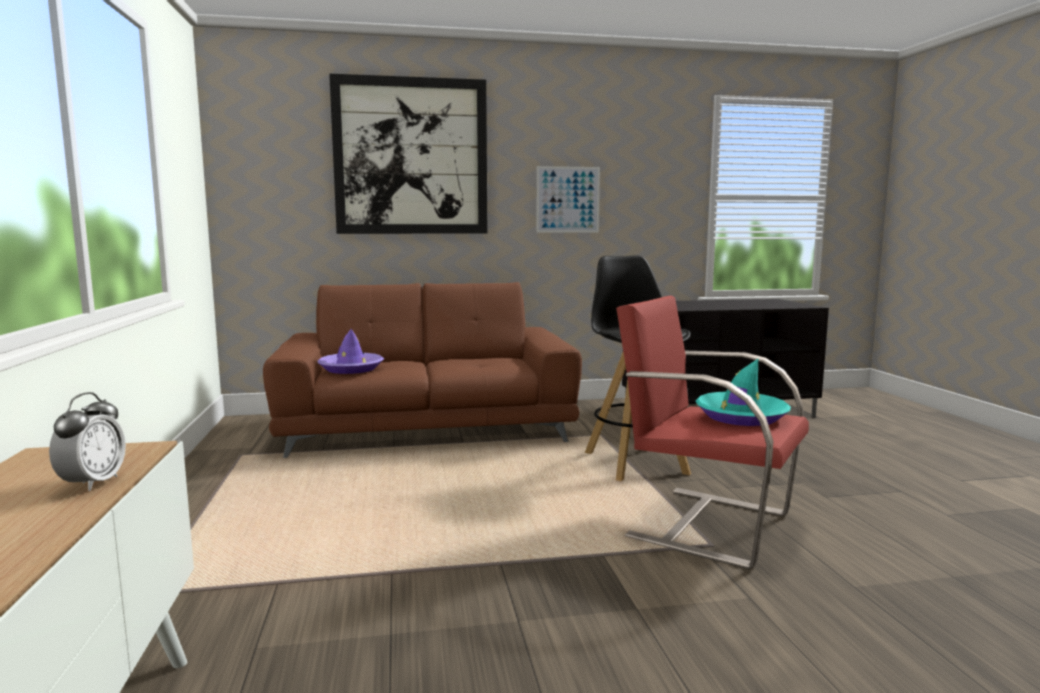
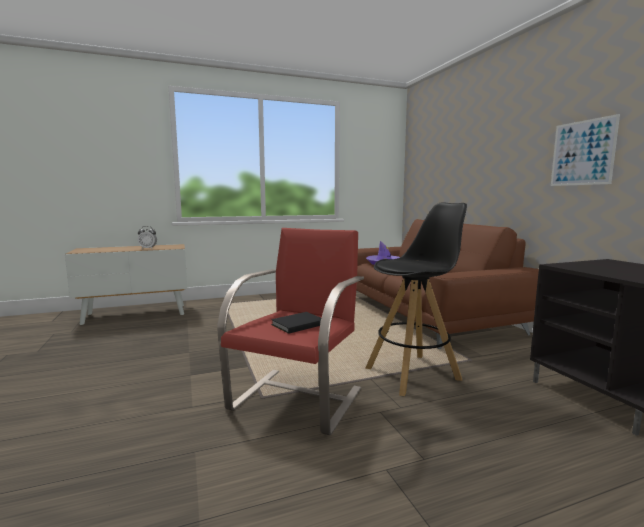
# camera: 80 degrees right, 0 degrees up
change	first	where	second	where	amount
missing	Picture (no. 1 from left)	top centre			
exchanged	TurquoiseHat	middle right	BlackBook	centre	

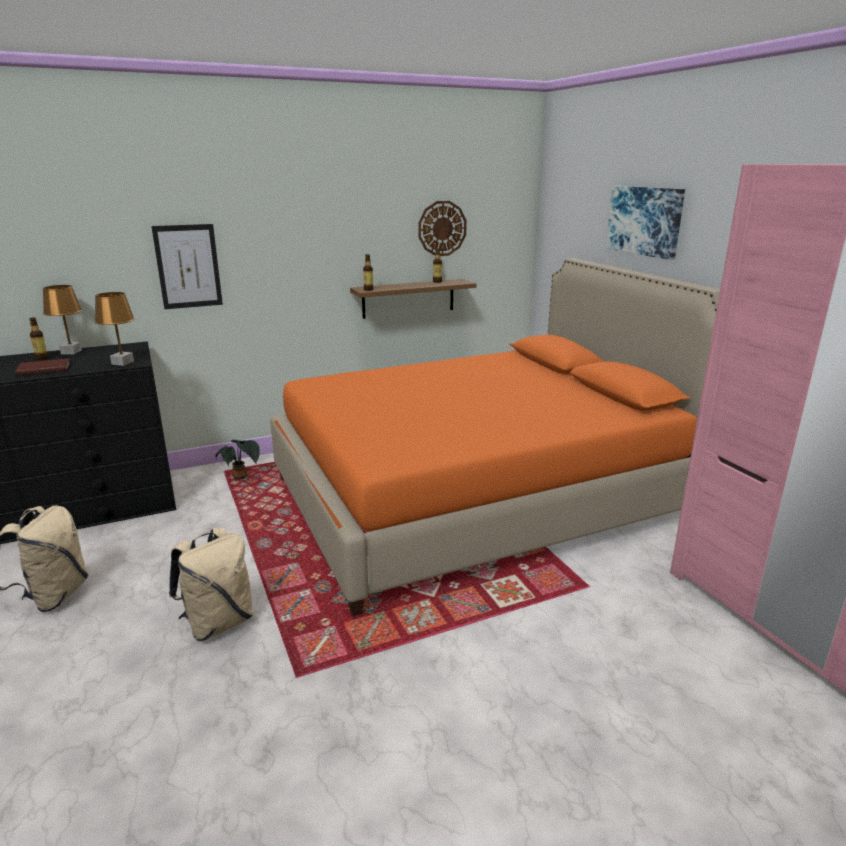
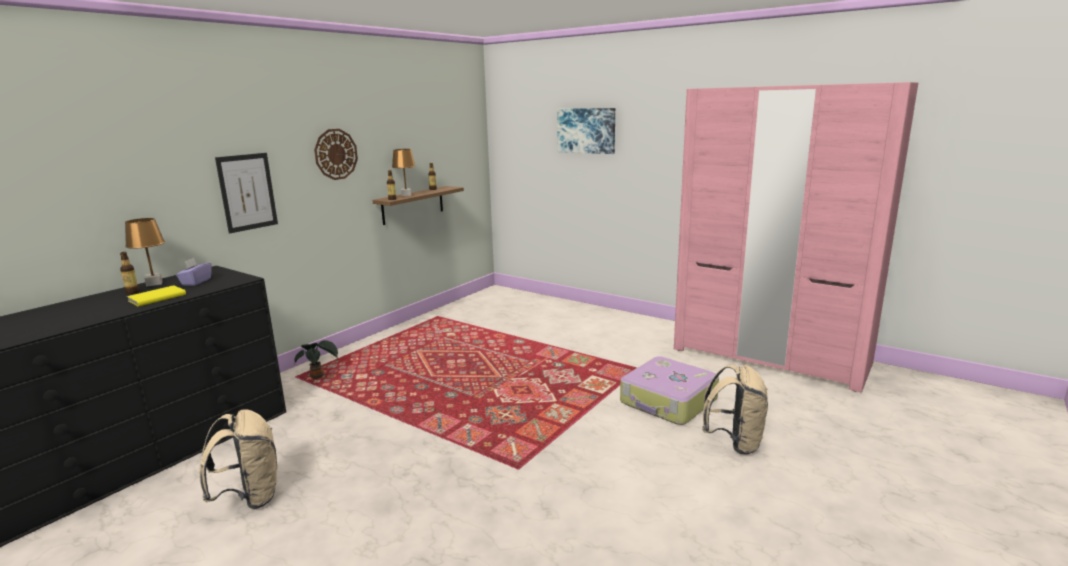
# camera: 30 degrees left, 5 degrees down
change	first	where	second	where	amount
missing	OrangeBed	centre			
appeared			PurpleTissueBox	middle left	
appeared			Suitcase	bottom centre	
relocated	BrownTableLamp (no. 2 from left)	middle left		top centre	
relocated	BeigeBackpack (no. 2 from left)	bottom left		bottom right	
relocated	WallClock	top centre		top left	
colour	BrownBook	middle left	YellowBook	middle left	

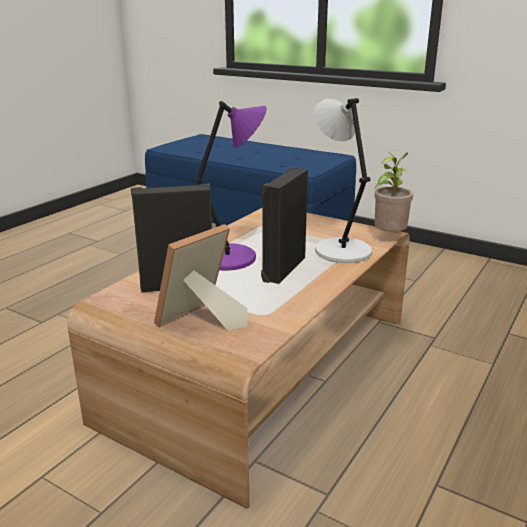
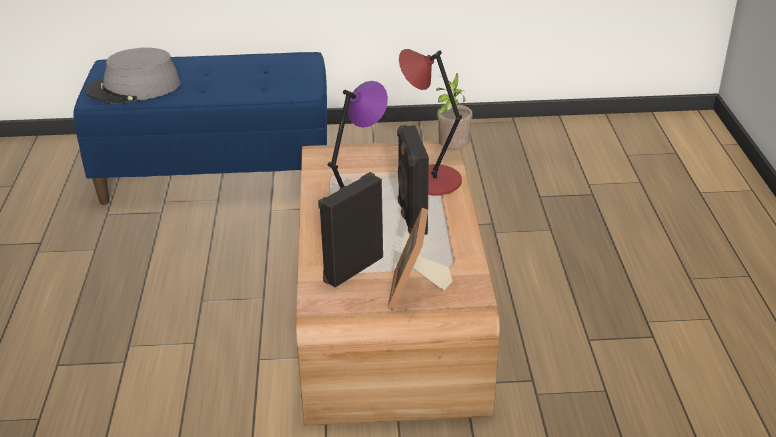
# camera: 35 degrees left, 10 degrees up
change	first	where	second	where	amount
appeared			GreyHat	top left	
colour	GreyTableLamp	centre	RedTableLamp	top centre	

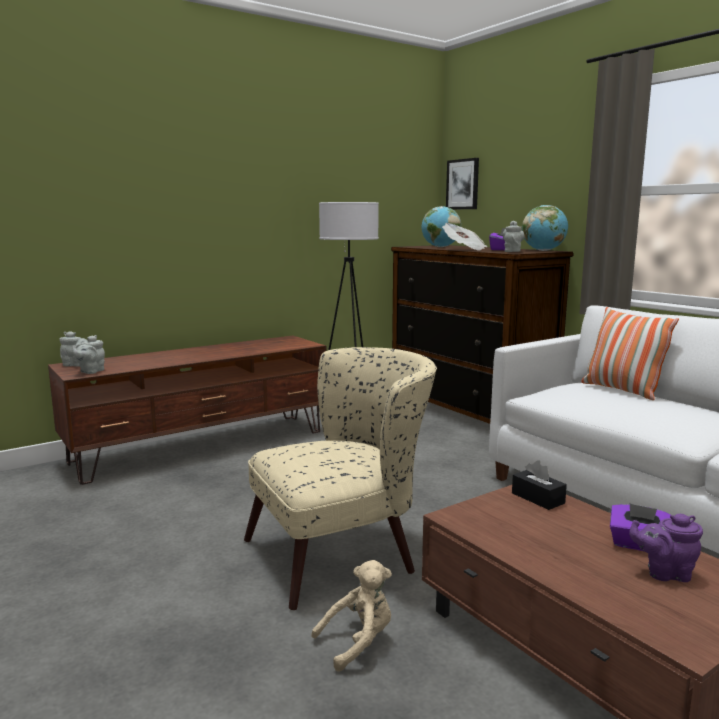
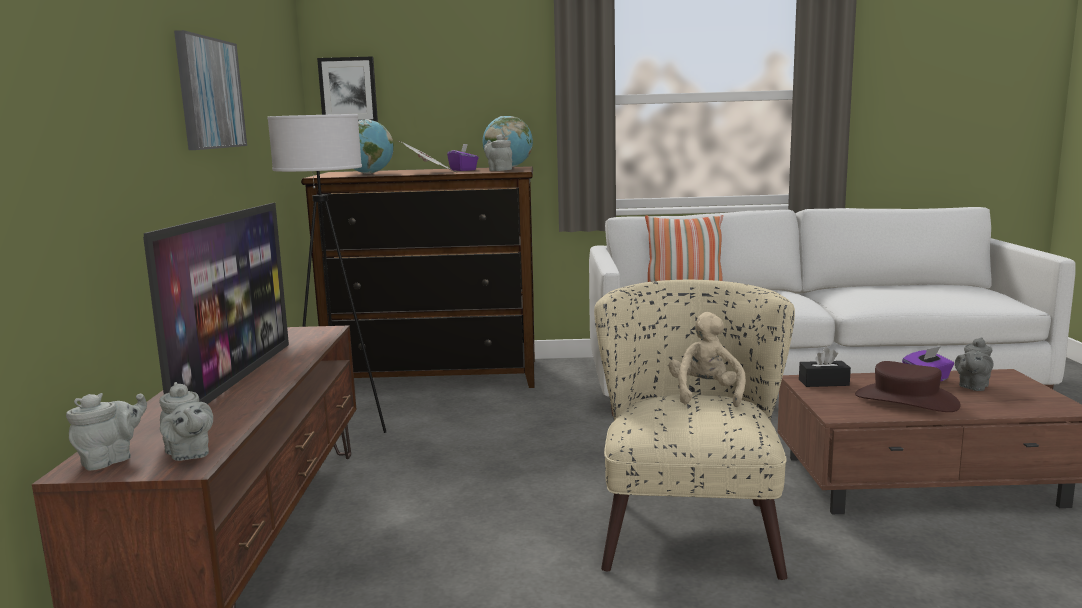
# camera: 55 degrees left, 0 degrees up
change	first	where	second	where	amount
appeared			Television	middle left	
appeared			Picture (no. 1 from left)	top left	
appeared			BrownHat	middle right	
relocated	BeigePlushToy	bottom centre		centre	
colour	PurpleTeapot	bottom right	GreyTeapot (no. 4 from left)	middle right	

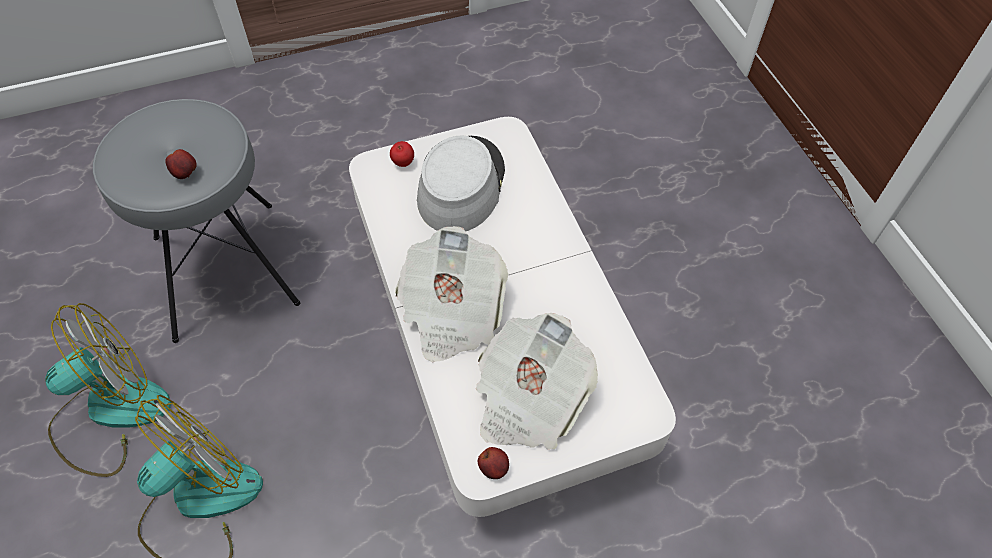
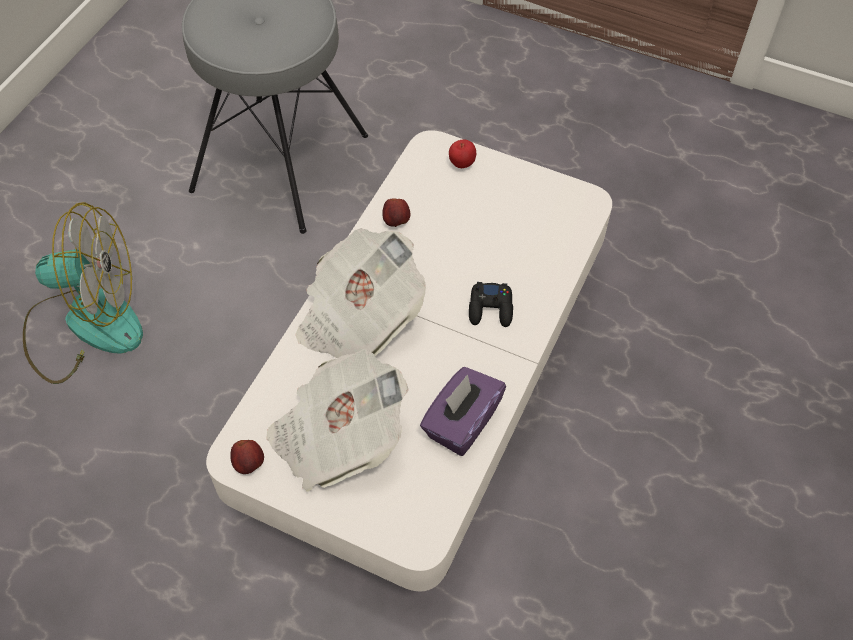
# camera: 45 degrees right, 0 degrees up
change	first	where	second	where	amount
missing	Fan (no. 1 from left)	bottom left			
missing	GreyHat	top centre			
appeared			PurpleTissueBox	centre	
appeared			BlackGameController	centre	
relocated	Apple (no. 1 from left in the first image)	top left	Apple (no. 2 from left)	top centre	

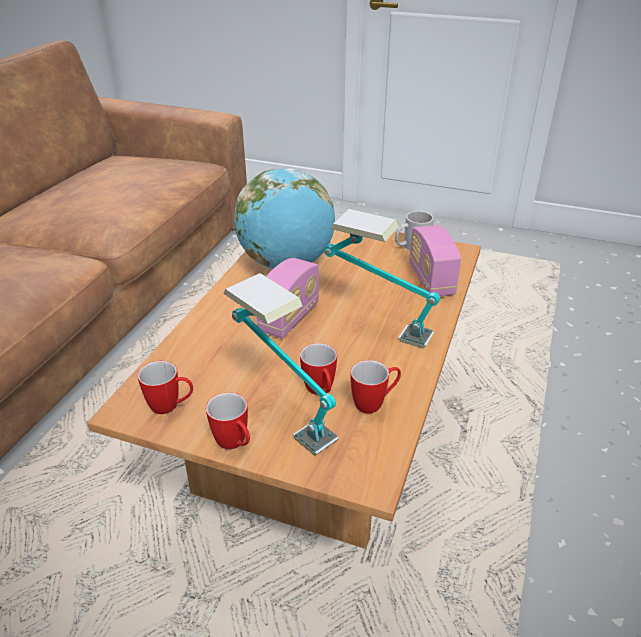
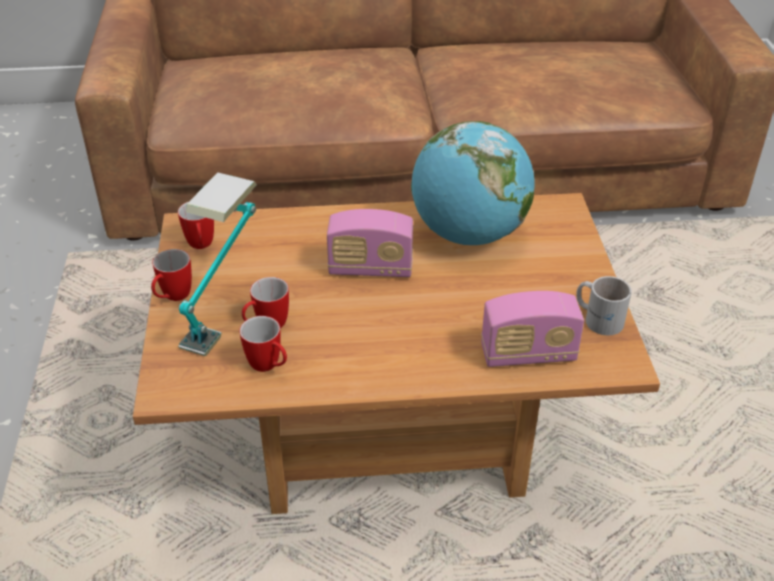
# camera: 65 degrees right, 5 degrees up
change	first	where	second	where	amount
missing	TableLamp (no. 2 from left)	centre			
spun	Radio (no. 2 from left)	middle right		middle right	150 degrees counterclockwise

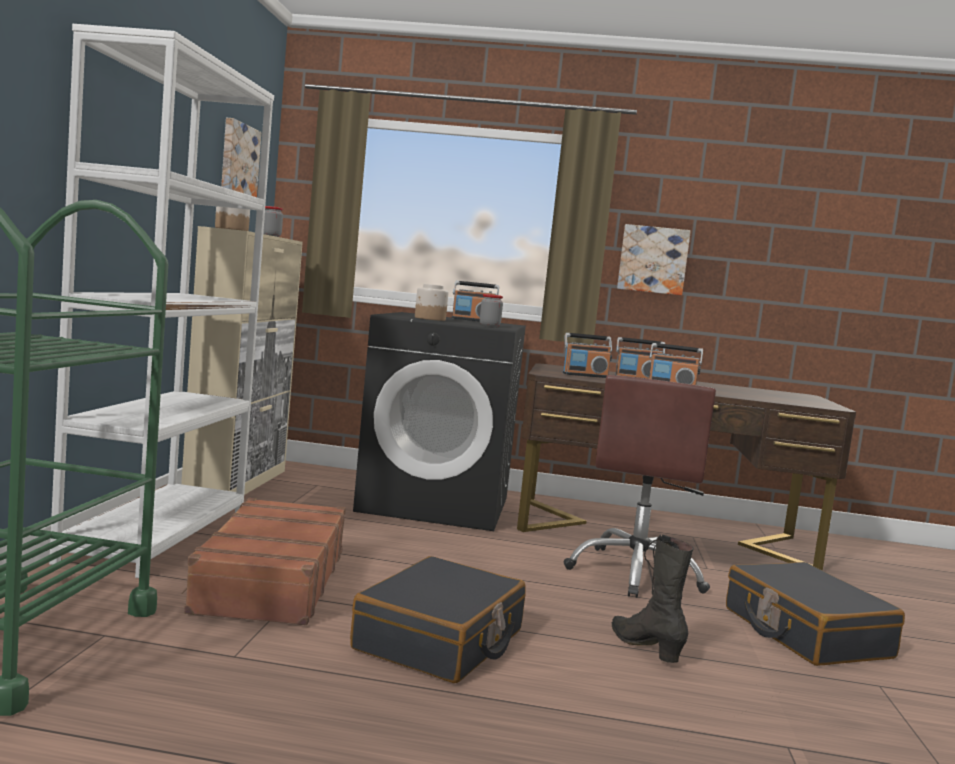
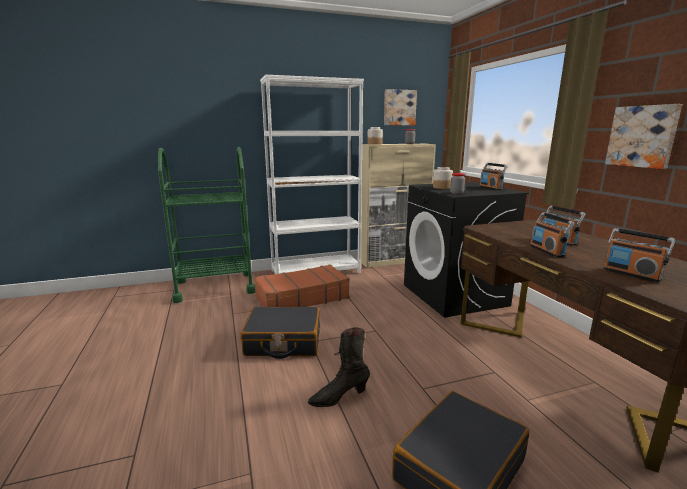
# camera: 65 degrees right, 10 degrees up
change	first	where	second	where	amount
missing	BrownOfficeChair	middle right			
relocated	Radio (no. 2 from left in the first image)	centre	Radio (no. 4 from left)	middle right	
spun	BlackBoot	bottom right		bottom centre	150 degrees counterclockwise

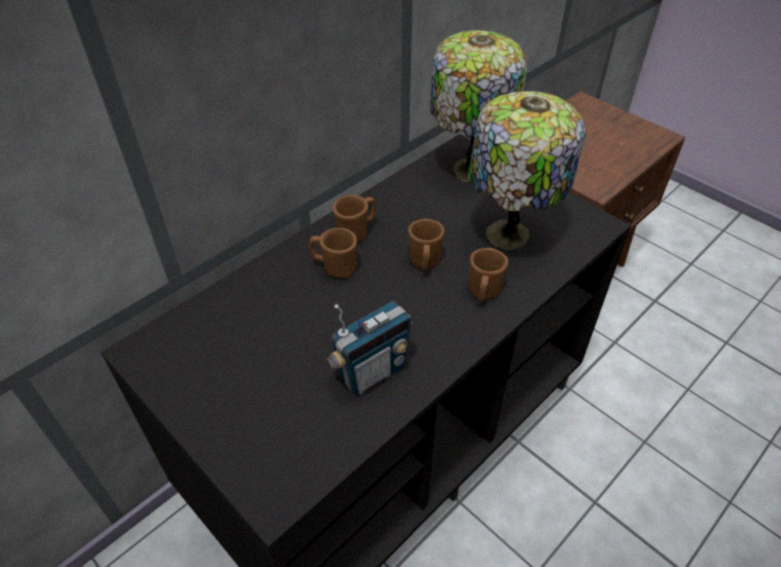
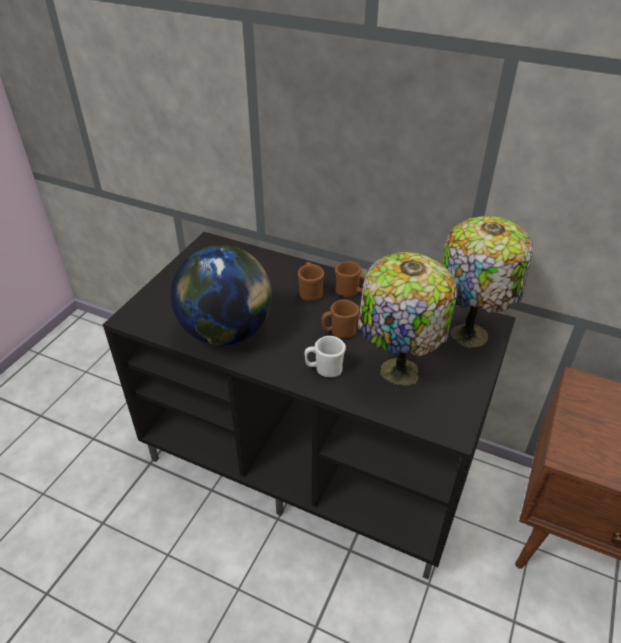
# camera: 70 degrees right, 5 degrees down
change	first	where	second	where	amount
exchanged	Radio	centre	Globe	centre	
colour	BrownMug (no. 4 from left)	centre	WhiteMug	centre	

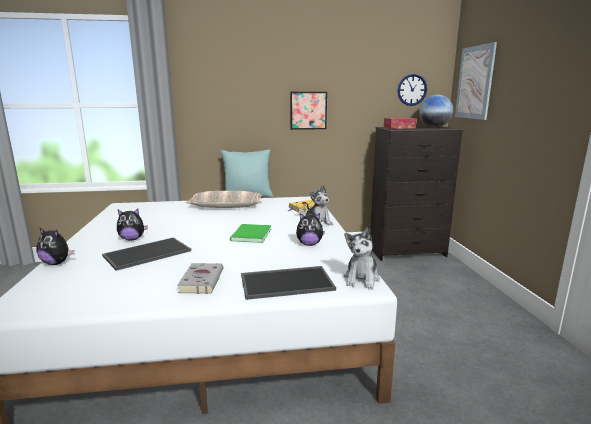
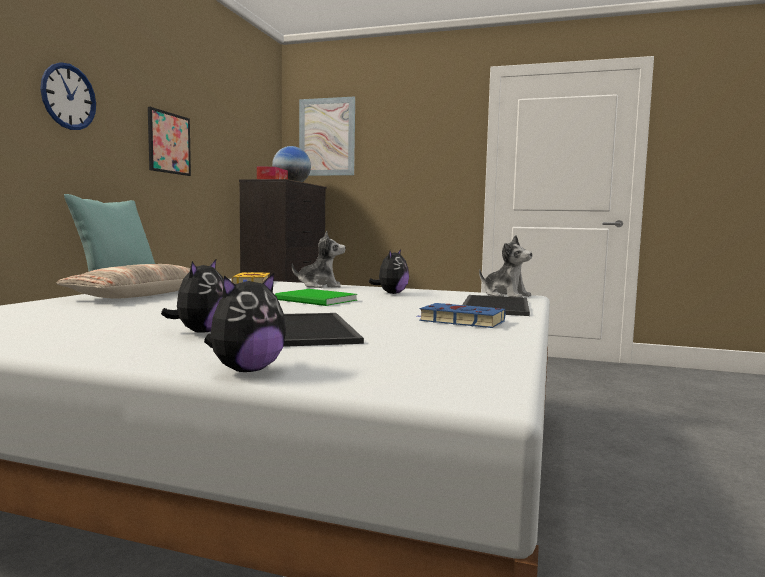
# camera: 65 degrees left, 10 degrees down
change	first	where	second	where	amount
relocated	WallClock	top right		top left	
colour	GreyBook	centre	BlueBook	centre	

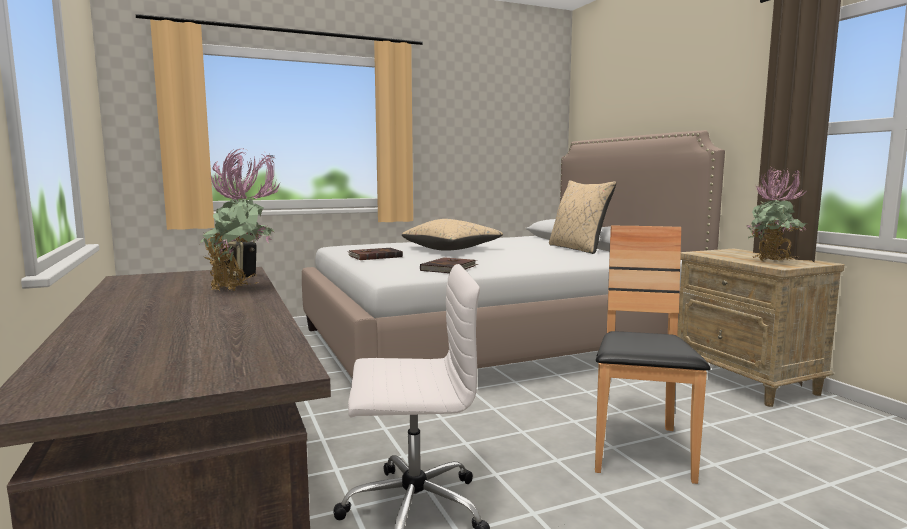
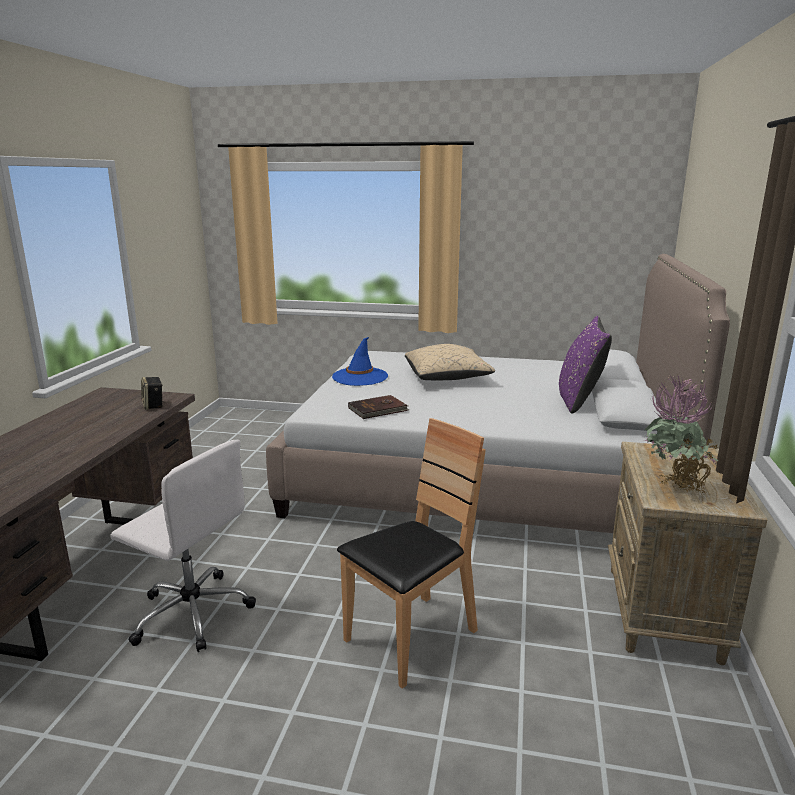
# camera: 35 degrees right, 10 degrees up
change	first	where	second	where	amount
missing	PottedPlant (no. 1 from left)	middle left			
exchanged	BrownBook (no. 1 from left)	centre	BlueHat	centre	
colour	BeigePillow (no. 2 from left)	centre	PurplePillow	middle right	

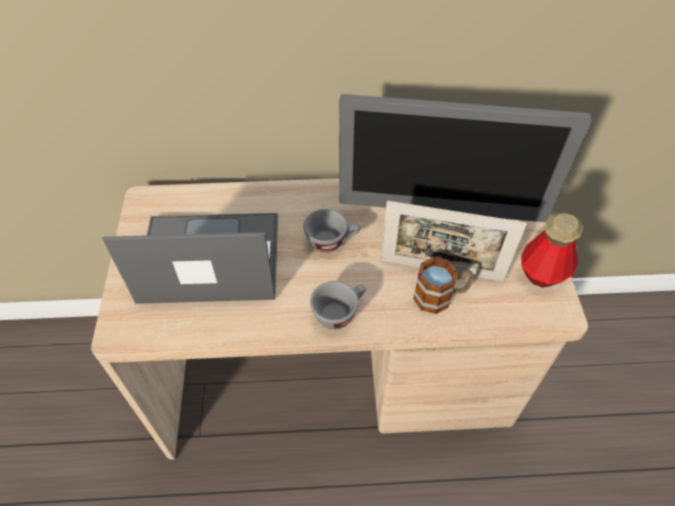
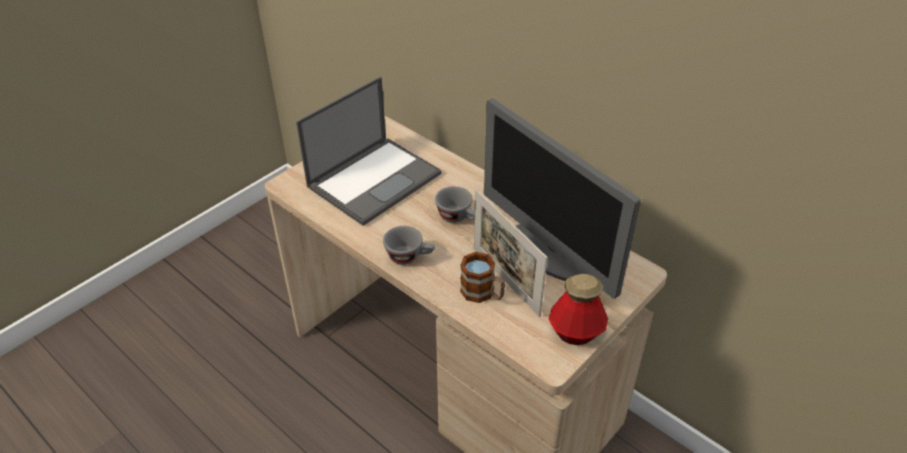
# camera: 45 degrees right, 10 degrees down
change	first	where	second	where	amount
spun	Laptop	middle left		centre	90 degrees clockwise

